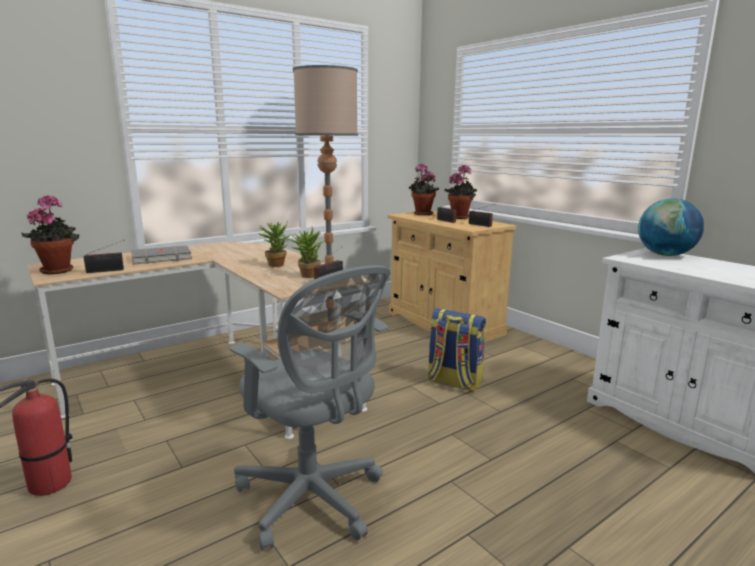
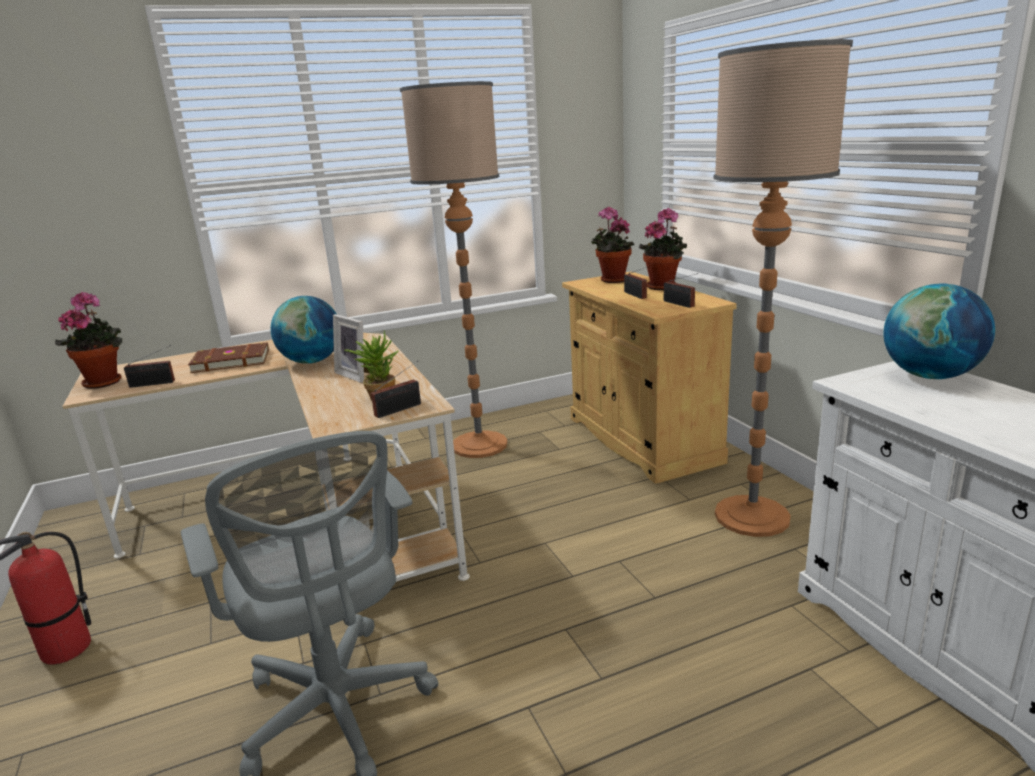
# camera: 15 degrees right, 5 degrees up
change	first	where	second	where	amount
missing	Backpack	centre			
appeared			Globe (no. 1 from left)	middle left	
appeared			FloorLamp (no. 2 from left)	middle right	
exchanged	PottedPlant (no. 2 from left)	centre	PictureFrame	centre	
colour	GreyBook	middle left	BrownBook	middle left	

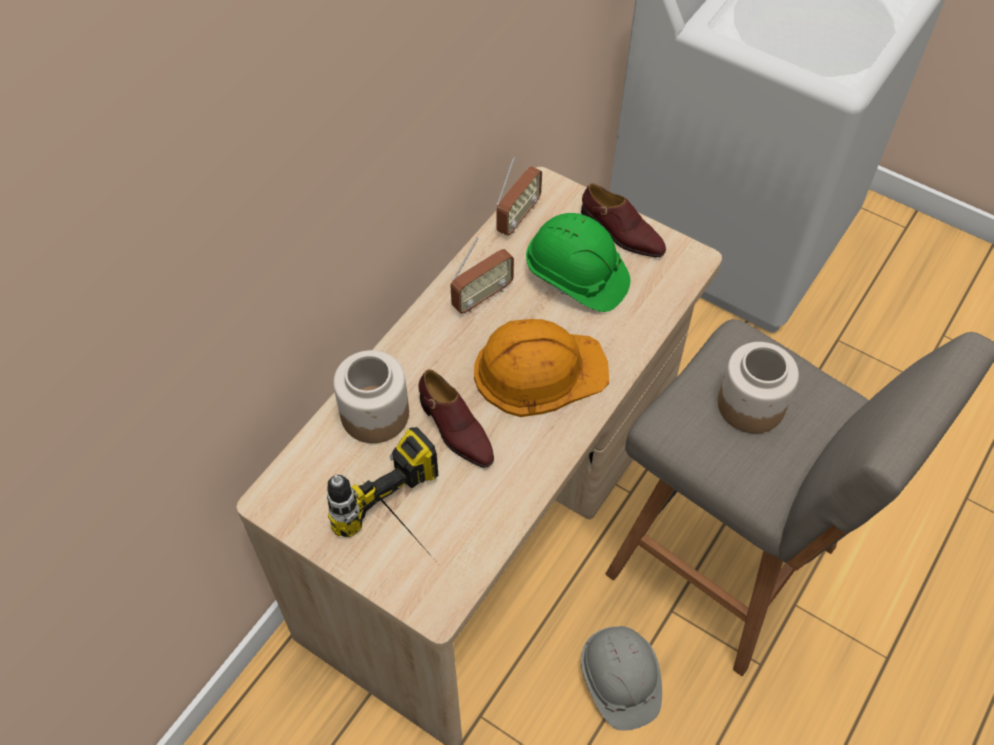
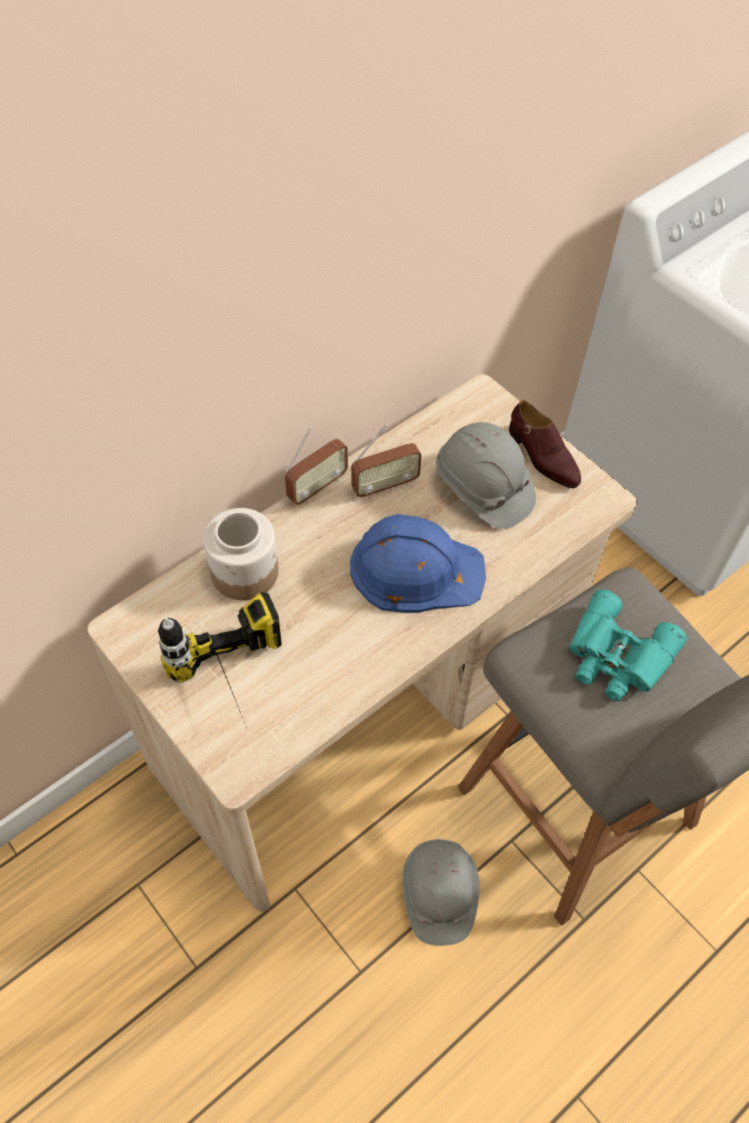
# camera: 15 degrees right, 0 degrees up
change	first	where	second	where	amount
missing	BrownShoe (no. 1 from left)	centre			
relocated	Radio (no. 2 from left in the first image)	top centre	Radio (no. 1 from left)	centre	
exchanged	Jar (no. 2 from left)	middle right	TurquoiseBinoculars	middle right	
colour	OrangeHardHat	centre	BlueHardHat	centre	
colour	GreenHardHat	centre	GreyHardHat (no. 2 from left)	centre	

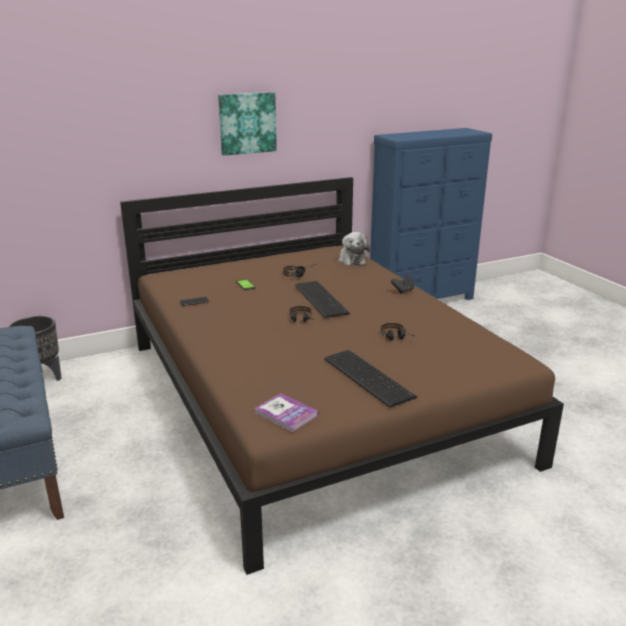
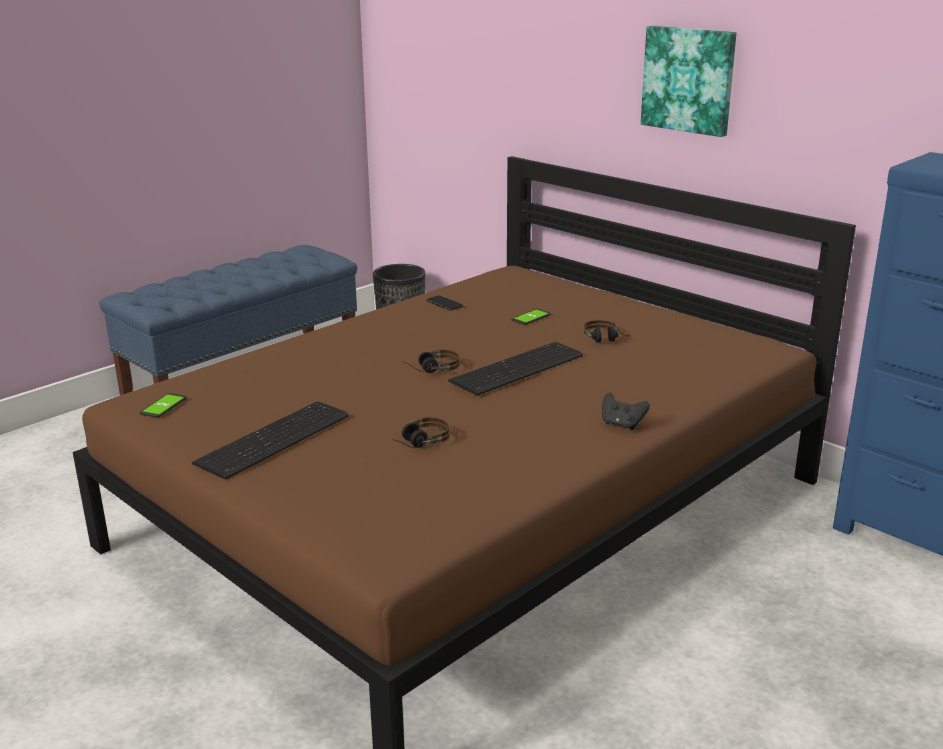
# camera: 70 degrees right, 0 degrees up
change	first	where	second	where	amount
missing	PlushToy	centre			
exchanged	Book	centre	Phone (no. 1 from left)	middle left	

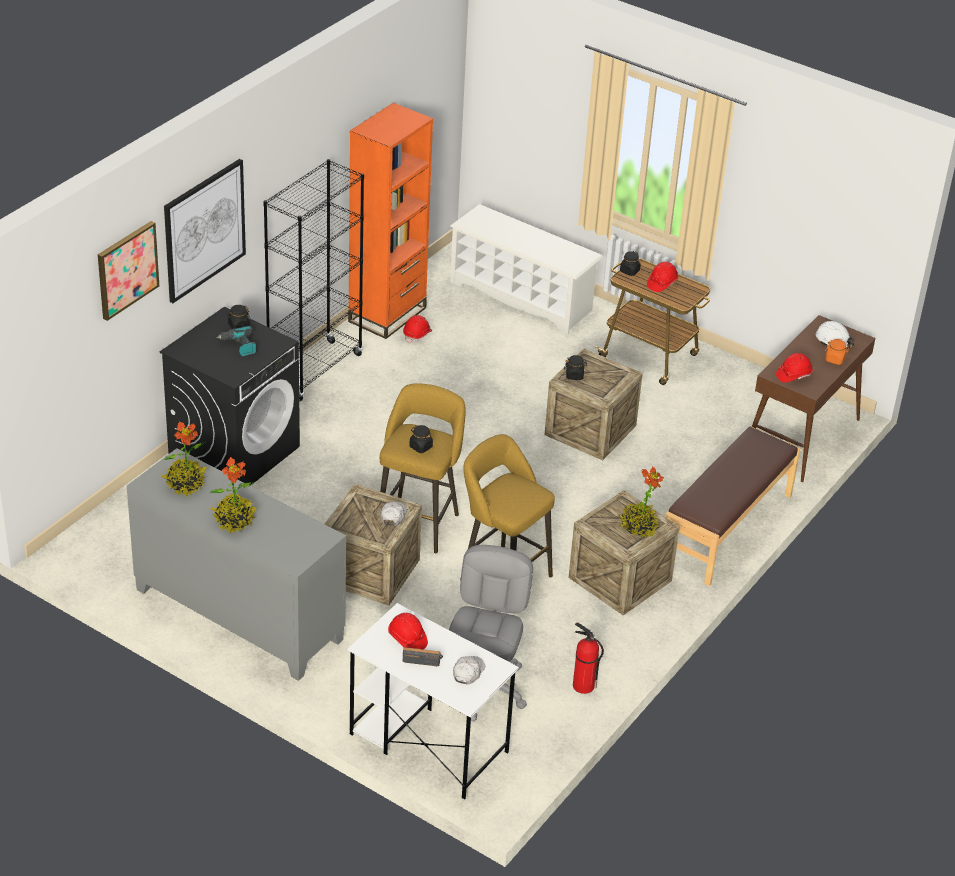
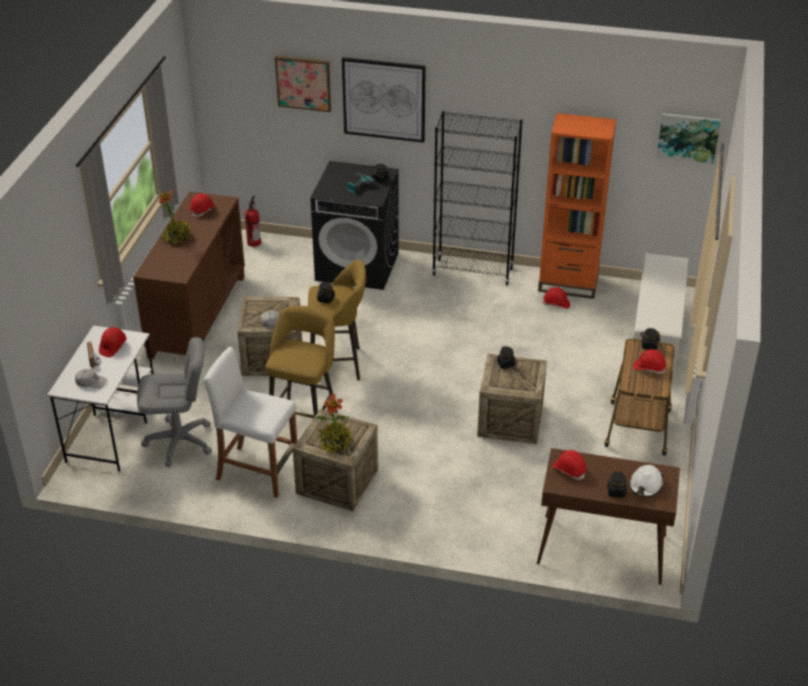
# camera: 70 degrees right, 0 degrees up
change	first	where	second	where	amount
missing	BrownBench	middle right			
appeared			WhiteStool	middle left	
appeared			Picture (no. 3 from left)	top right	
relocated	FireExtinguisher	bottom centre		top left	
exchanged	PottedPlant (no. 1 from left)	middle left	RedHardHat (no. 2 from left)	top left	
colour	GreyCabinet	middle left	BrownCabinet	middle left	
colour	OrangeJar	middle right	BlackJar (no. 4 from left)	bottom right	

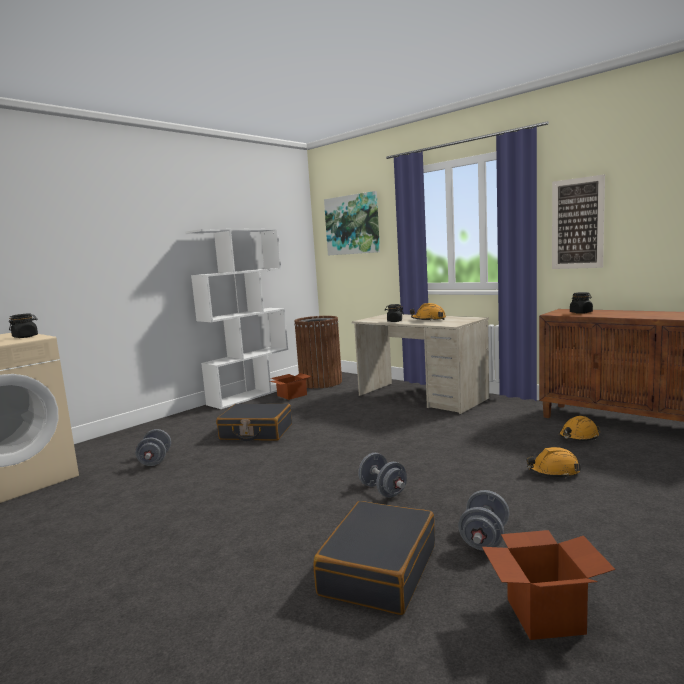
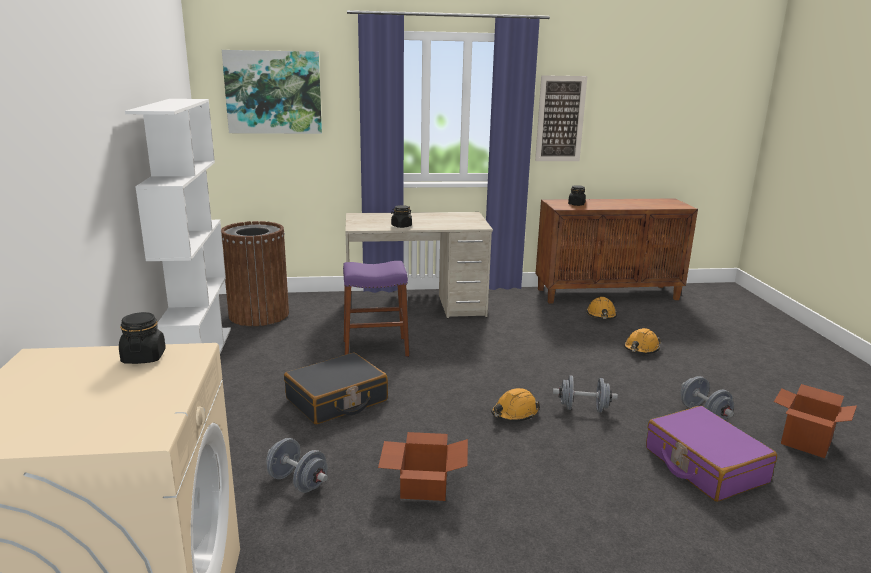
# camera: 50 degrees left, 10 degrees up
change	first	where	second	where	amount
appeared			PurpleStool	centre	
relocated	CardboardBox (no. 1 from left)	centre		bottom centre	
relocated	OrangeHardHat (no. 1 from left)	centre		bottom centre	
colour	BlackSuitcase (no. 2 from left)	bottom centre	PurpleSuitcase	bottom right	

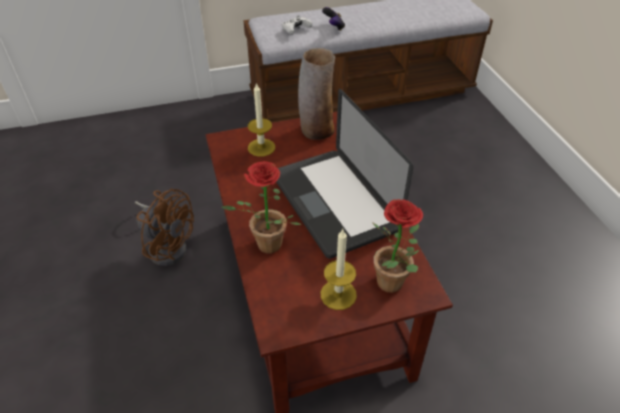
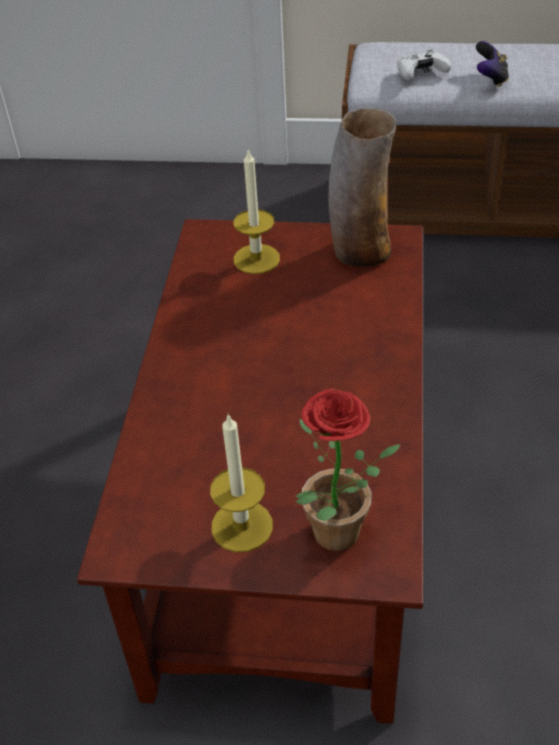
# camera: 25 degrees right, 0 degrees up
change	first	where	second	where	amount
missing	BrownFan	middle left			
missing	PottedPlant (no. 1 from left)	centre			
missing	Laptop	centre			

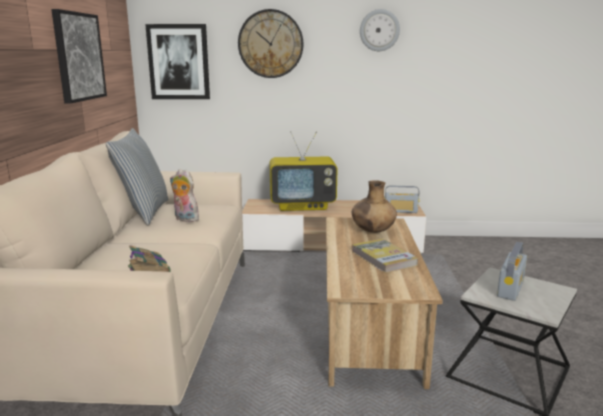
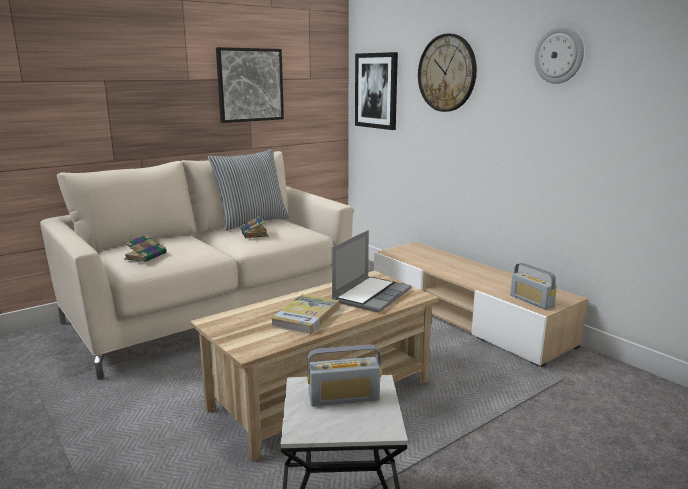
# camera: 50 degrees right, 0 degrees up
change	first	where	second	where	amount
missing	Television	centre			
exchanged	PlushToy	middle left	Book (no. 2 from left)	centre	
exchanged	BrownVase	centre	Laptop	centre	

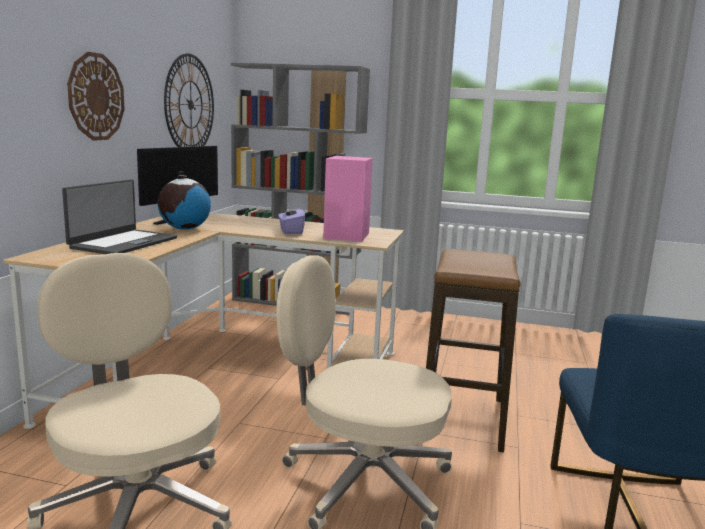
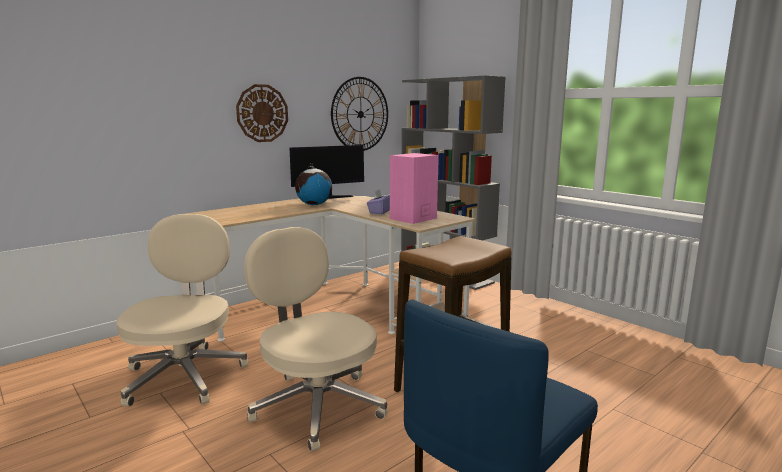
# camera: 35 degrees right, 0 degrees up
change	first	where	second	where	amount
missing	Laptop	middle left			

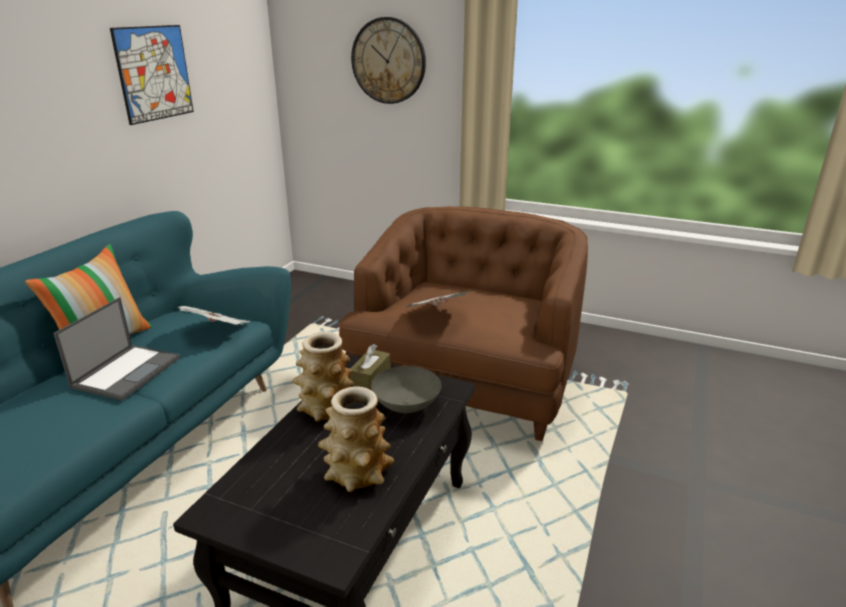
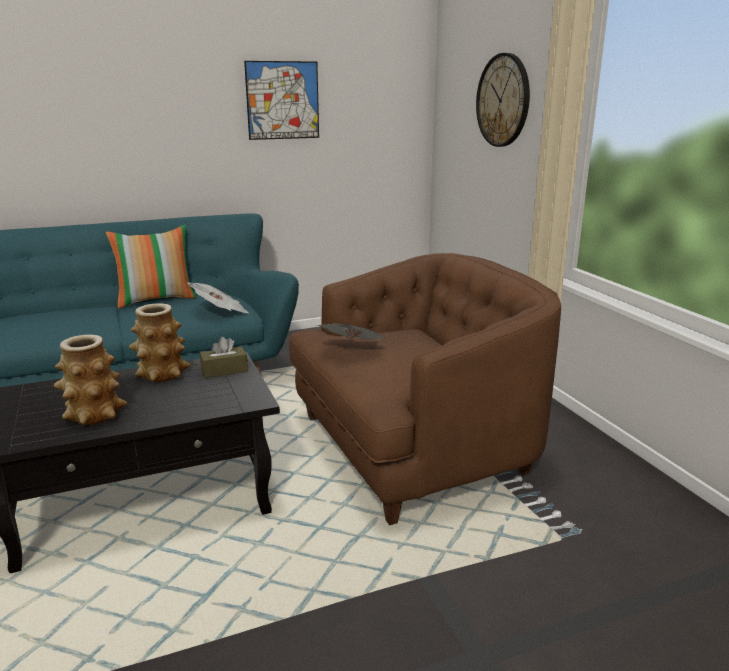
# camera: 45 degrees right, 5 degrees down
change	first	where	second	where	amount
missing	Laptop	middle left			
missing	GreyBowl	centre			

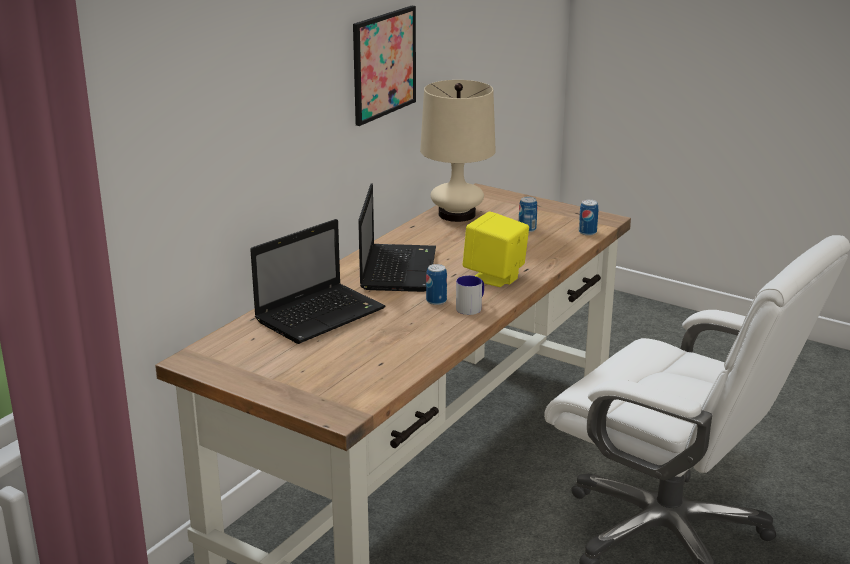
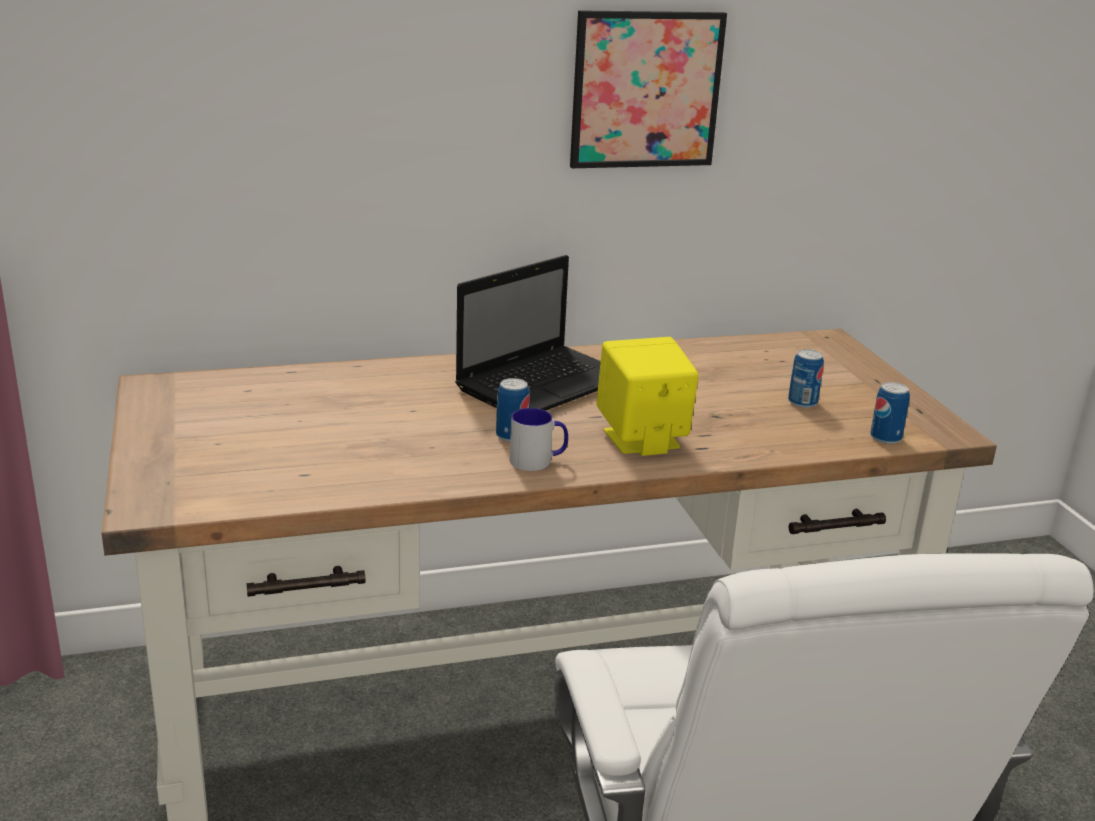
# camera: 40 degrees right, 0 degrees up
change	first	where	second	where	amount
missing	Laptop (no. 1 from left)	centre			
missing	BeigeTableLamp	top centre			

